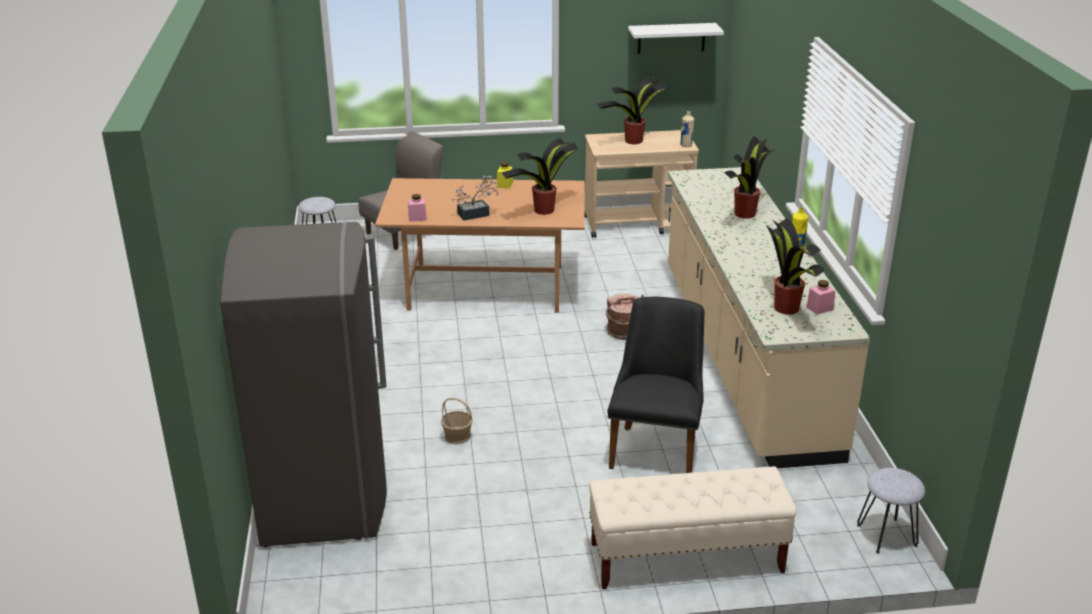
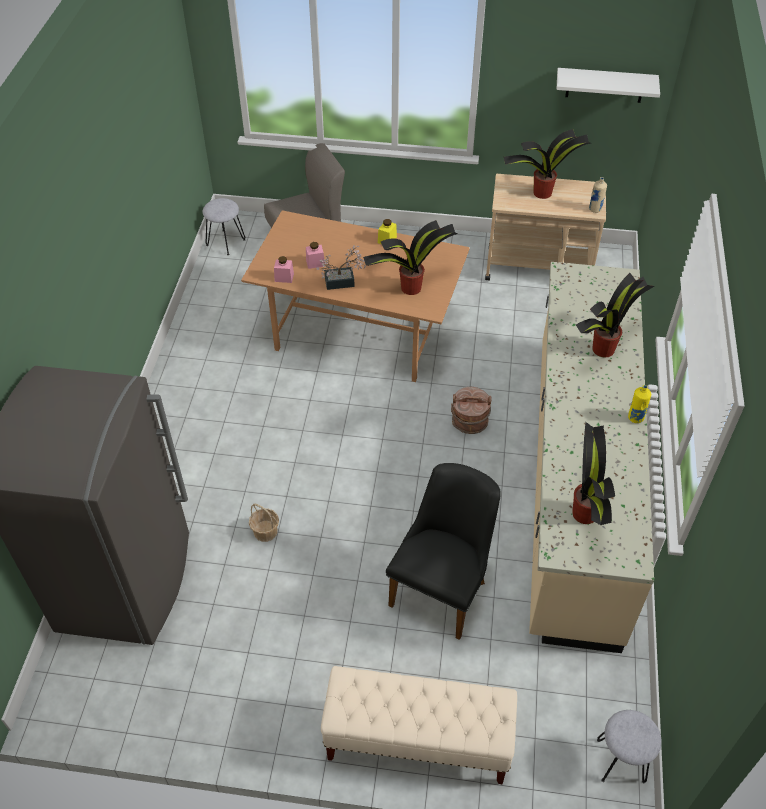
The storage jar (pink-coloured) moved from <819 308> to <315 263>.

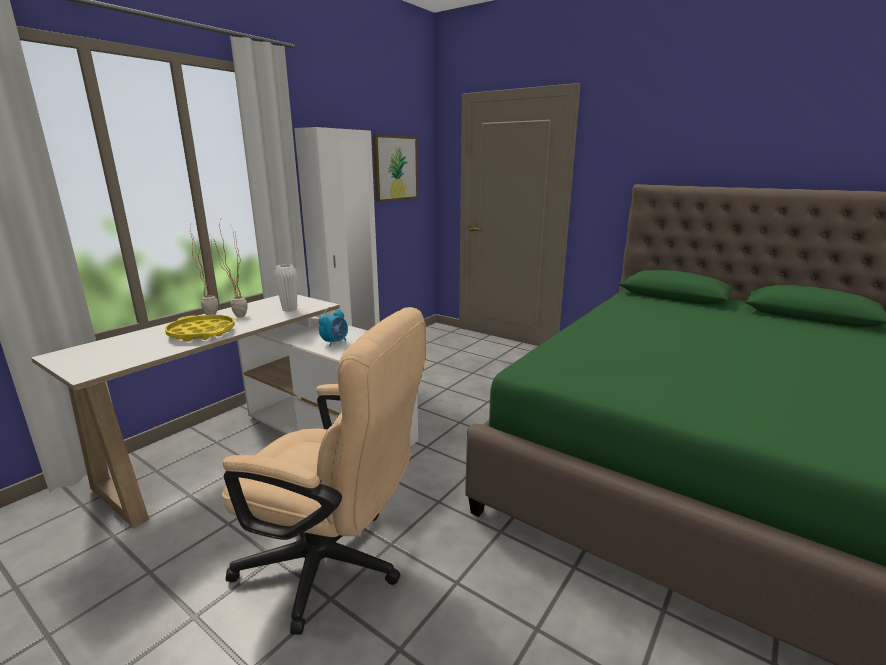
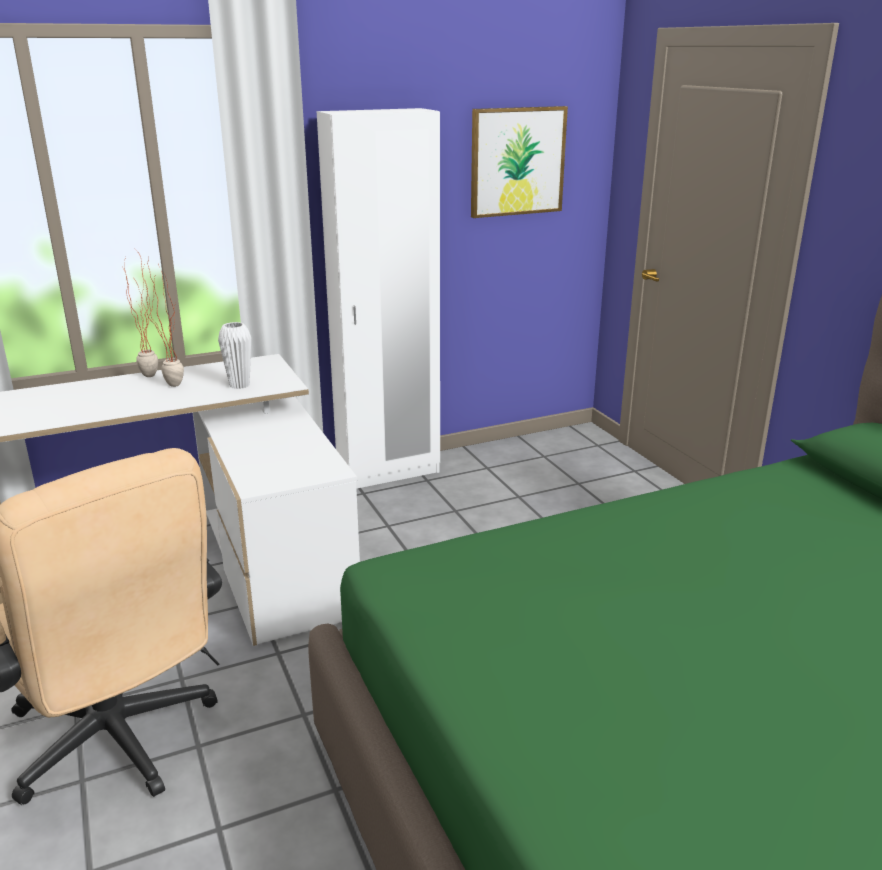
The tray (yellow) at <202 333> disappeared. The table clock at <335 342> disappeared.

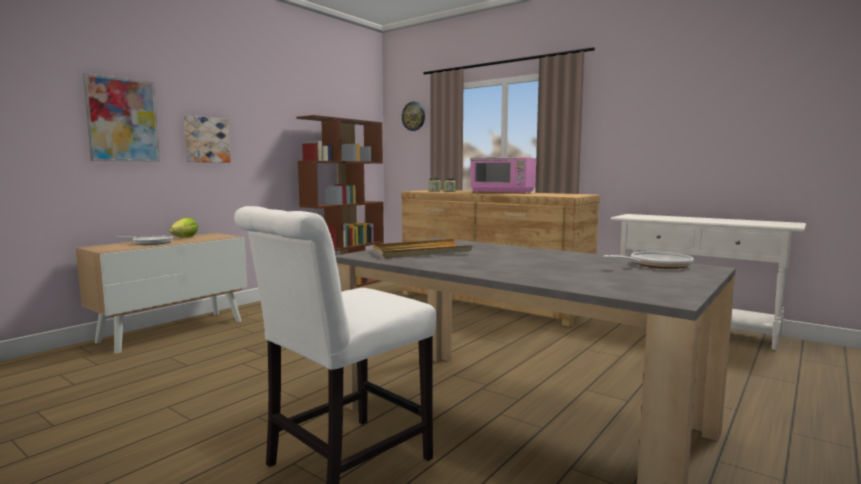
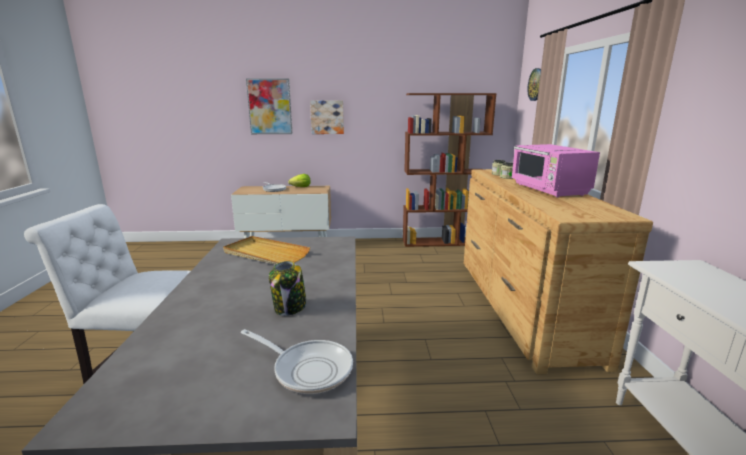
The storage jar at <290 308> appeared.

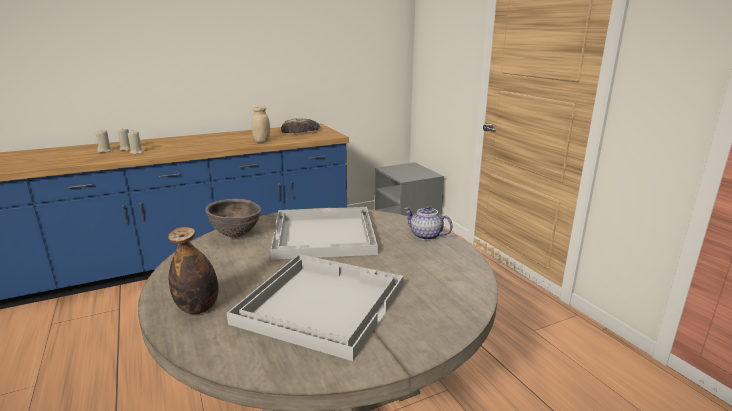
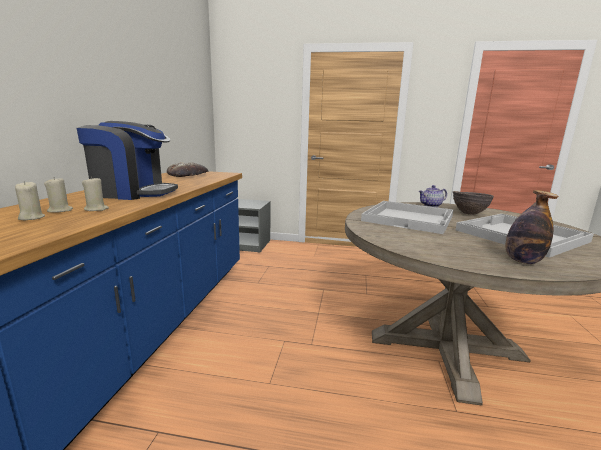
The bowl (brown-coloured) moved from <236 235> to <469 214>. The storage jar (beige) at <262 141> disappeared. The coffee brewer at <133 193> appeared.

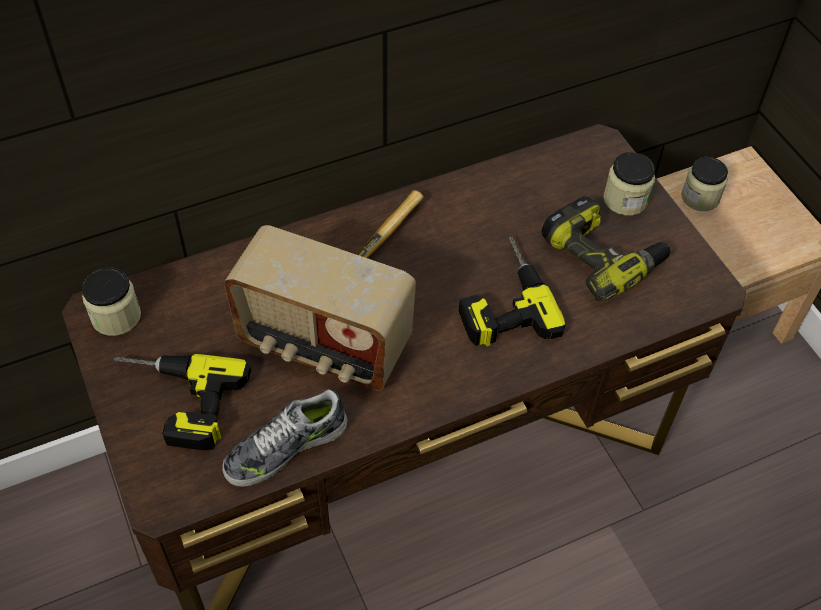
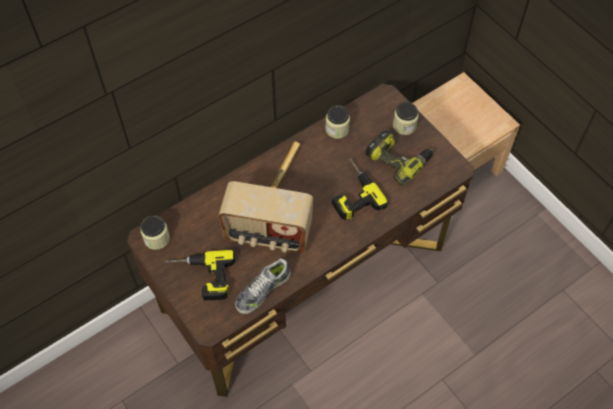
The storage jar moved from <700 197> to <337 129>.

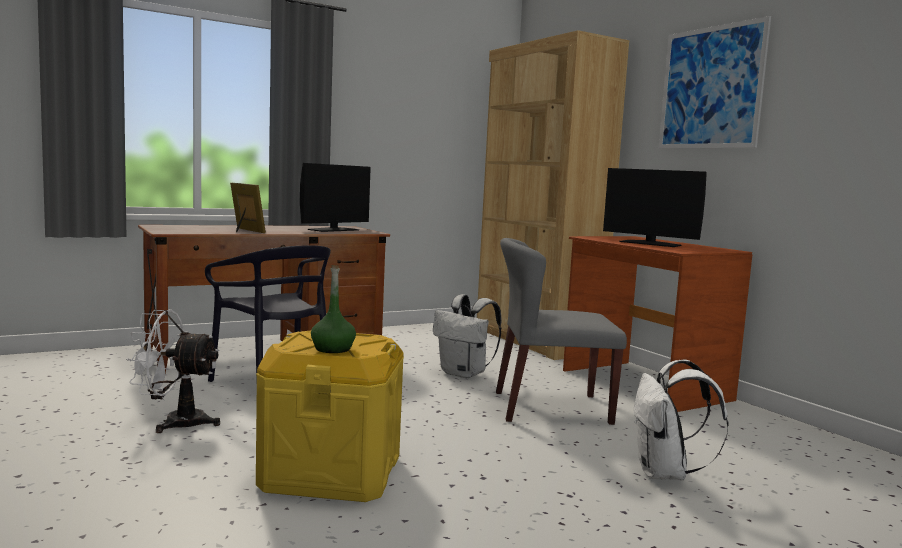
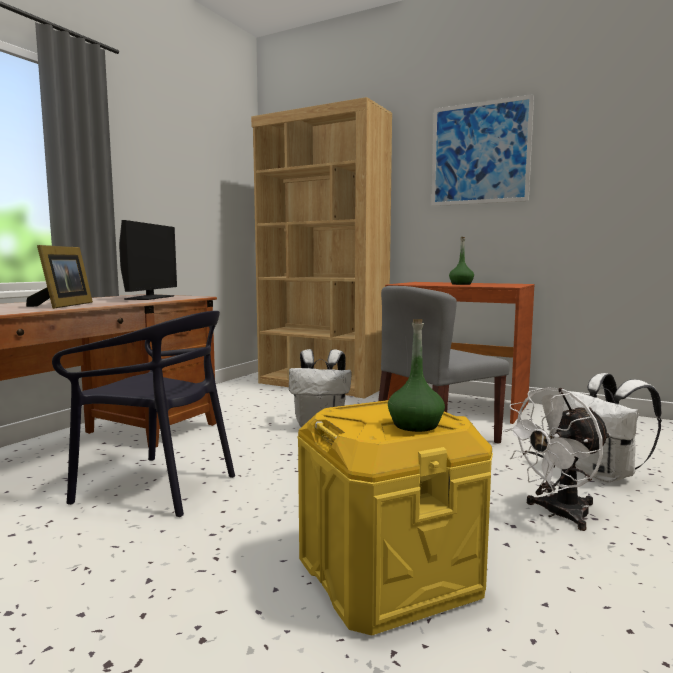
The electric fan (white-coloured) moved from <175 422> to <557 514>. The picture frame at <245 230> turned 75 degrees clockwise. The computer screen at <650 243> was replaced by the bottle (green) at <461 284>.

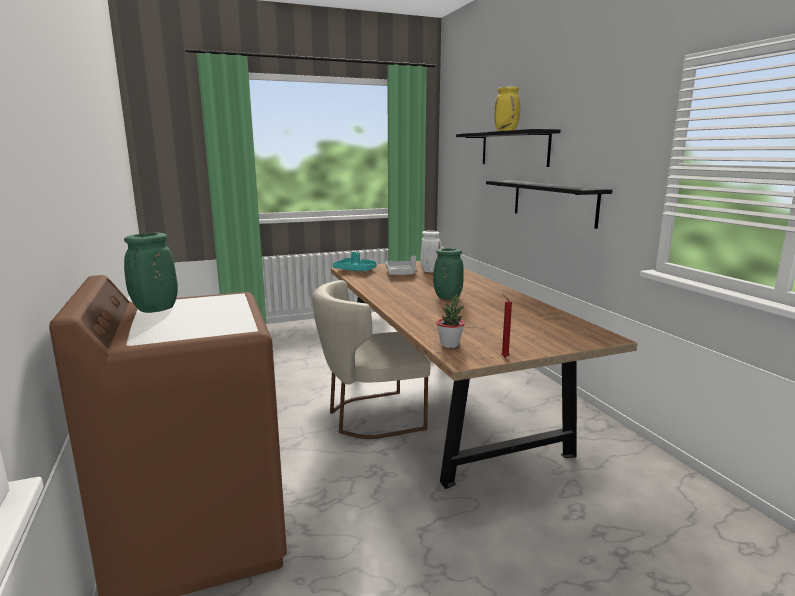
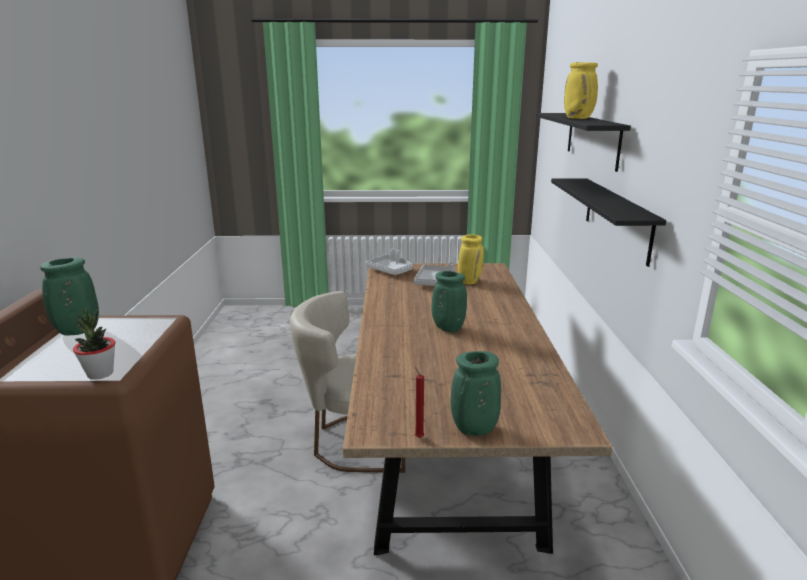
The tray (blue-green) at <355 270> became the tray (greyish) at <390 270>. The vase (white-coloured) at <429 271> became the vase (yellow) at <469 281>. The houseplant moved from <449 345> to <100 374>. The vase (green) at <473 430> appeared.

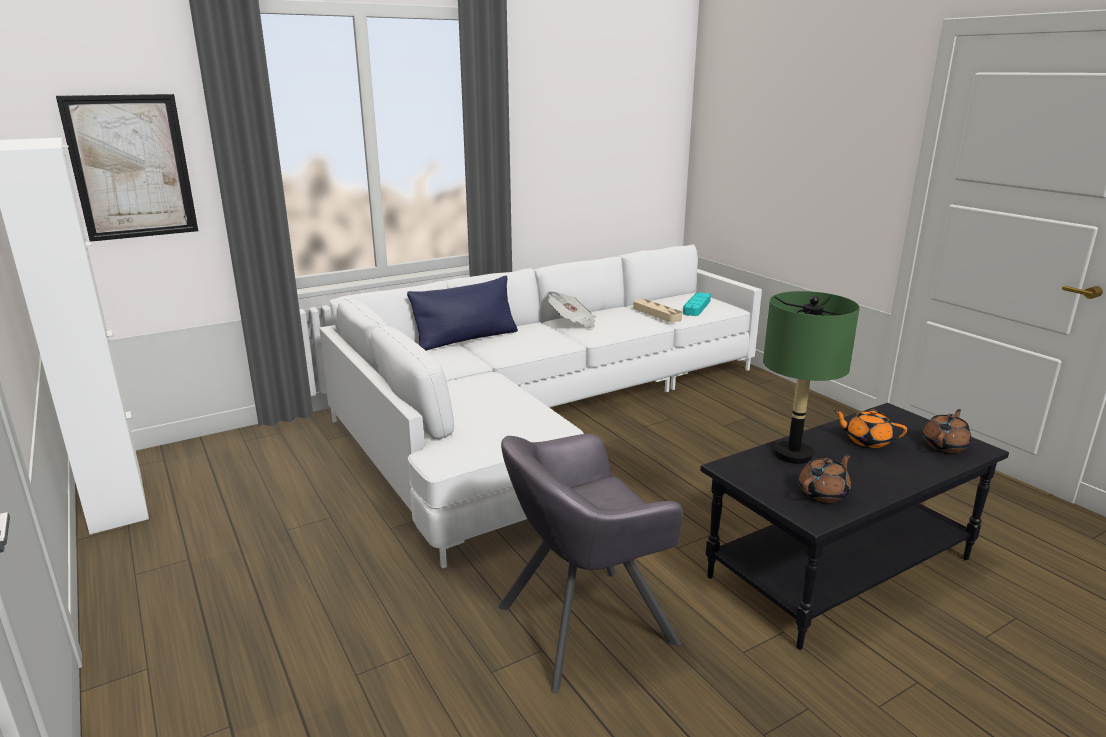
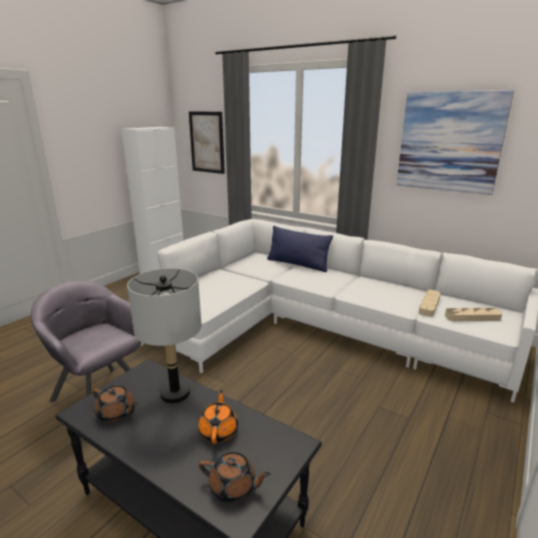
The newspaper at <572 323> disappeared. The tray (blue-green) at <696 307> became the tray (beige) at <472 317>. The table lamp (green) at <793 455> became the table lamp (greyish) at <175 393>. The wall art at <449 142> appeared.

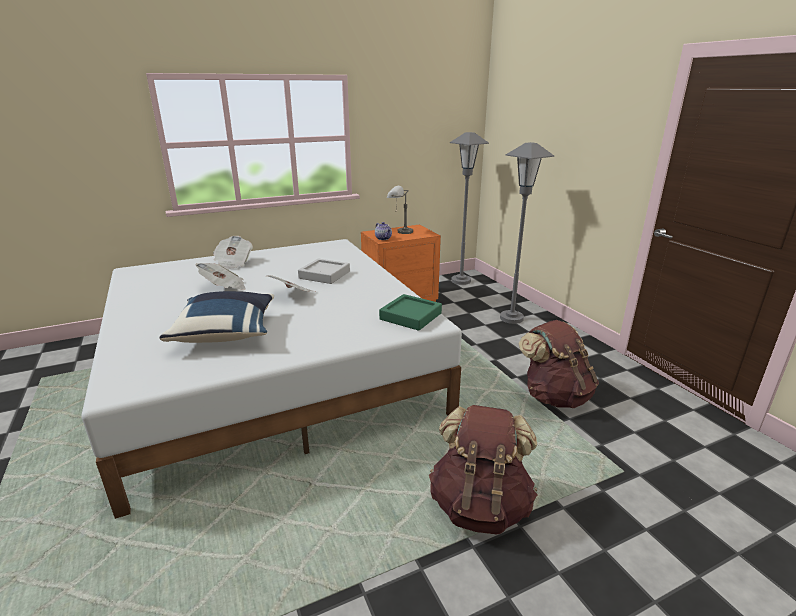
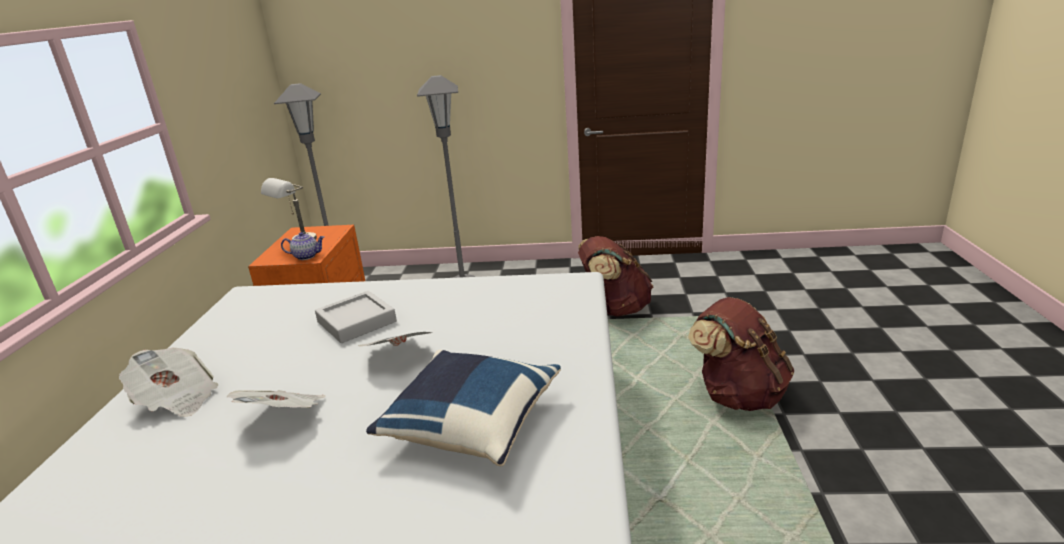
The tray (green) at <410 316> disappeared.

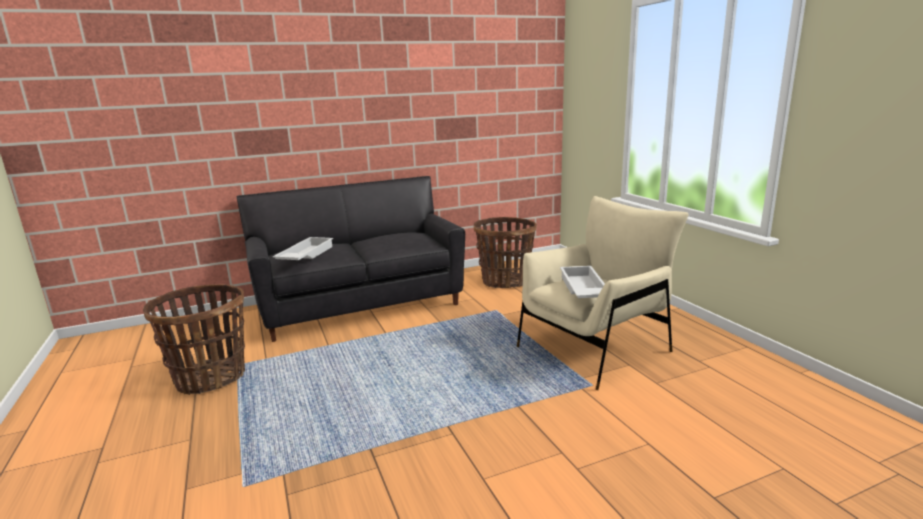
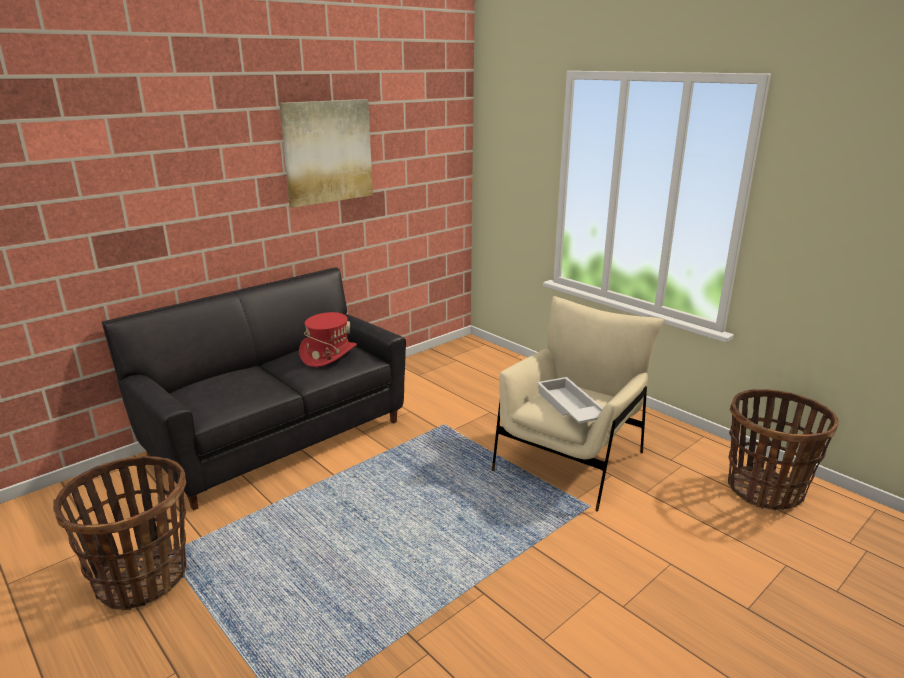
The tray (white-coloured) at <305 255> disappeared. The household basket moved from <505 281> to <765 490>. The wall art at <327 152> appeared. The clothing hat (red-coloured) at <328 354> appeared.

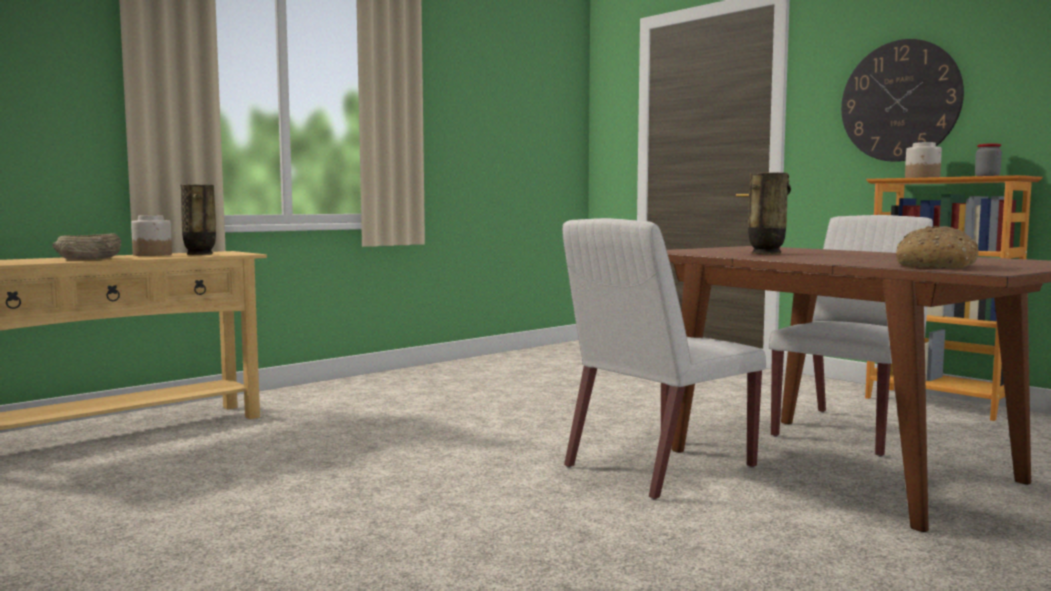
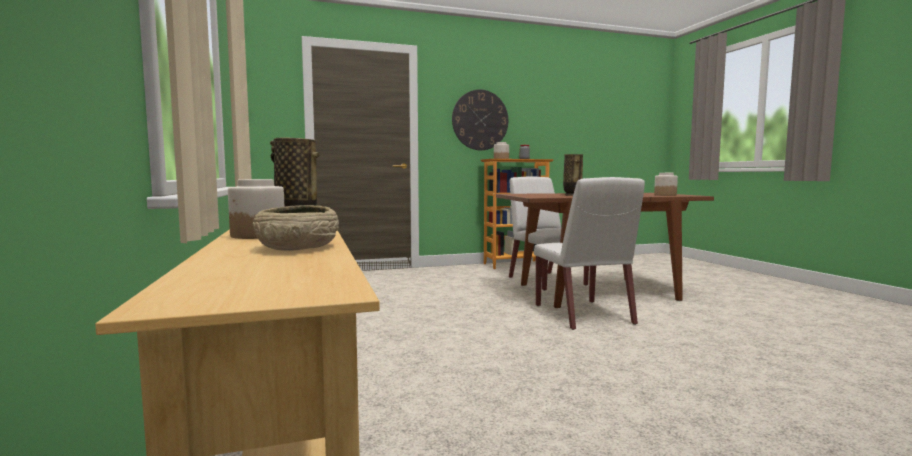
The bread at <935 266> was replaced by the storage jar at <665 195>.

